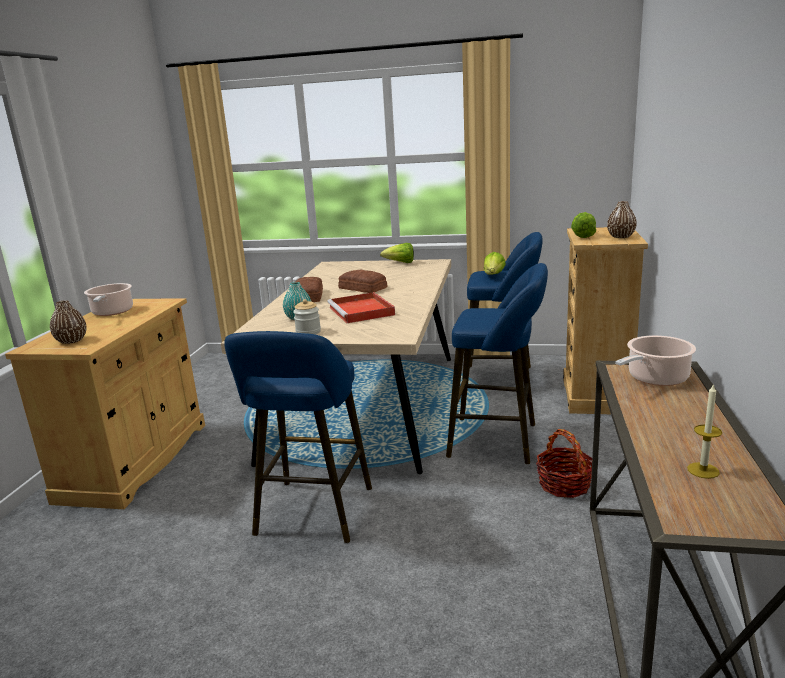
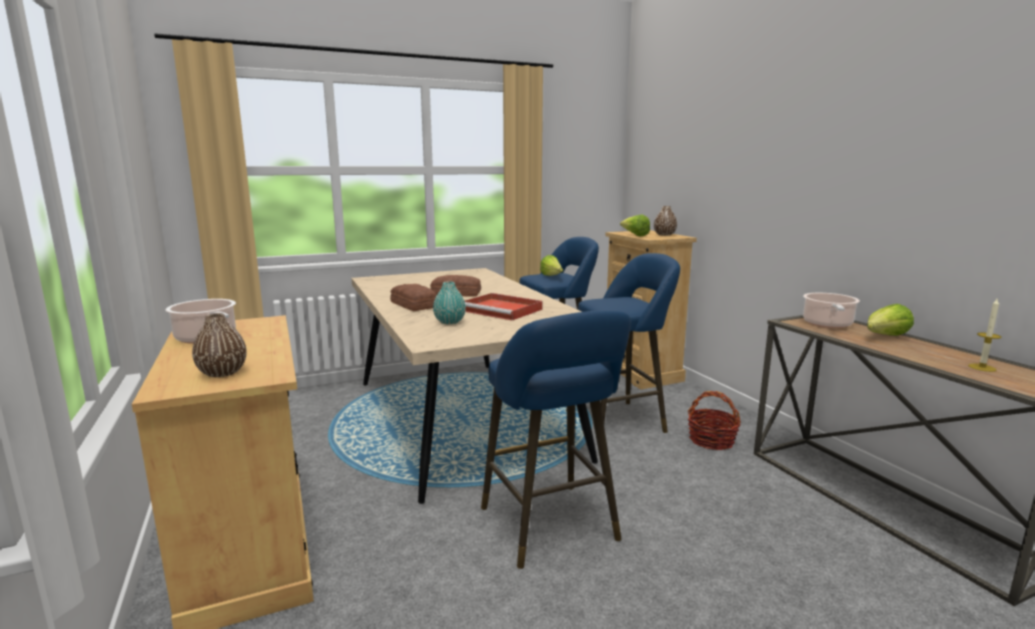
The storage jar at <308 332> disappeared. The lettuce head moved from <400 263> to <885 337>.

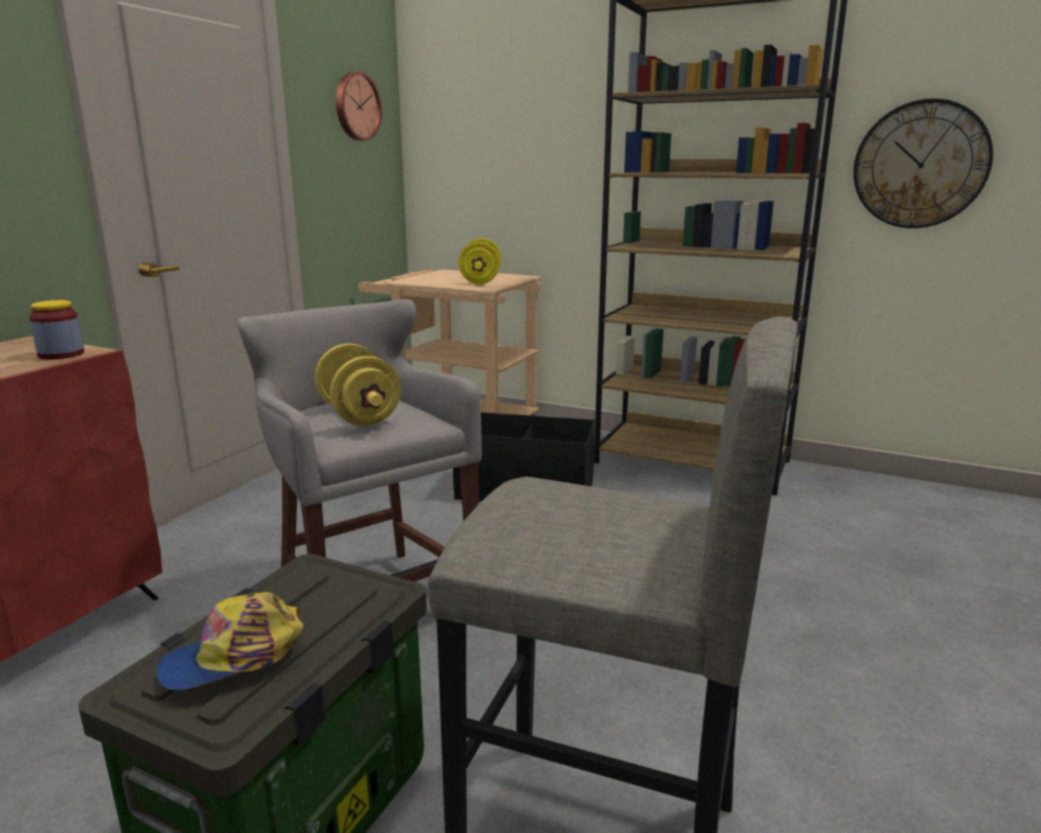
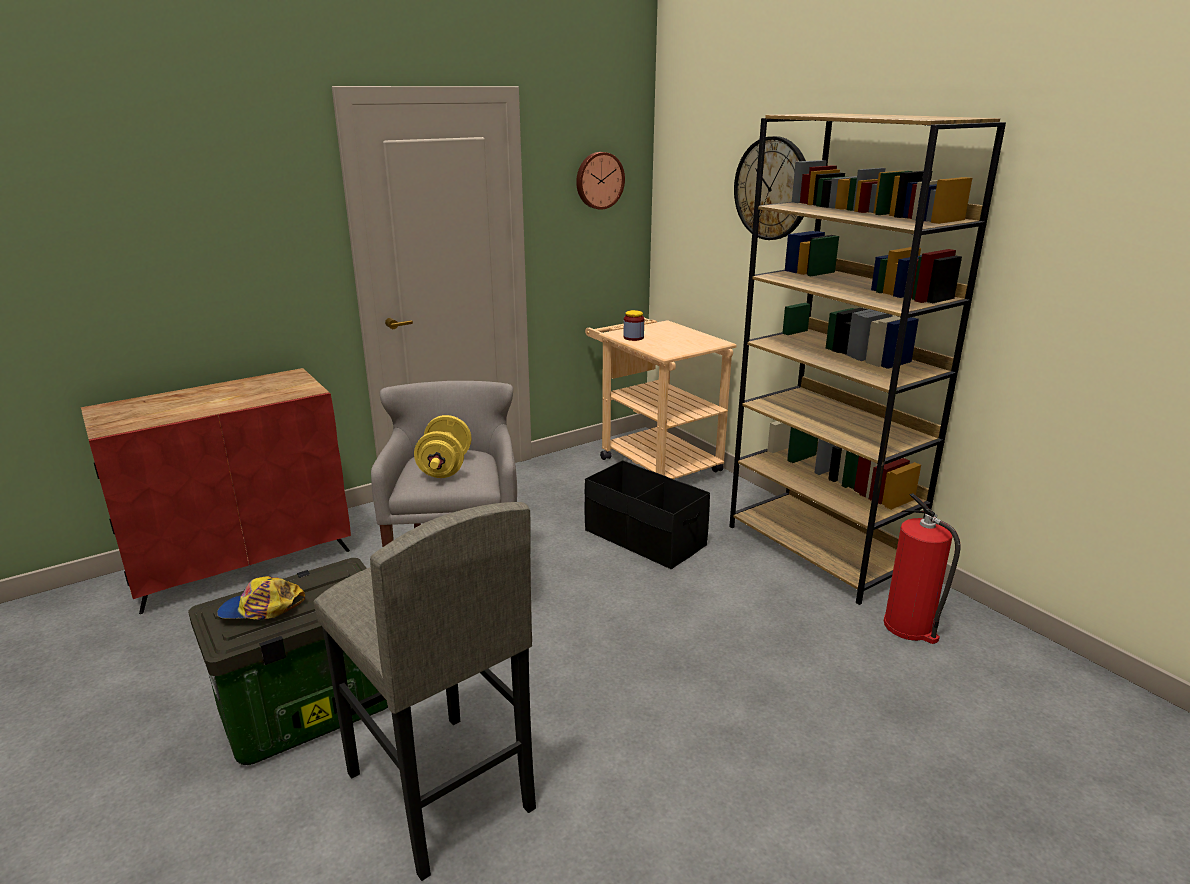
The storage jar moved from <61 354> to <633 337>. The free weight (yellow) at <480 281> disappeared. The hanging clock moved from <920 165> to <772 189>. The extinguisher at <909 627> appeared.

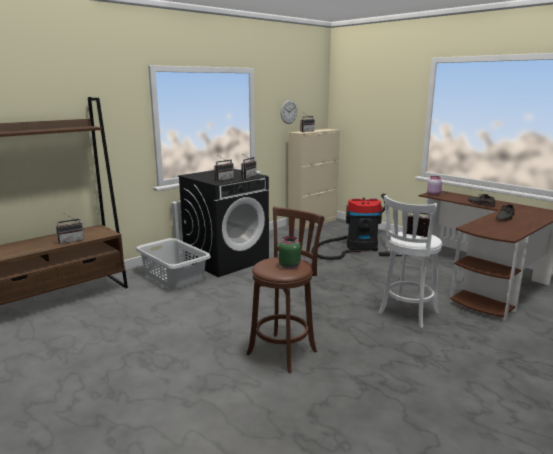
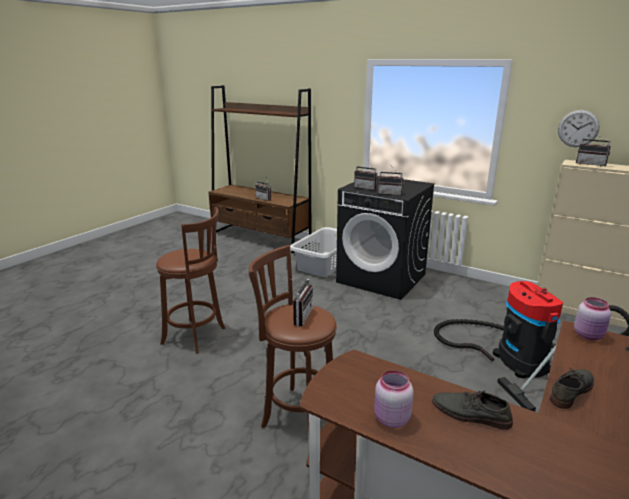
The storage jar (green) at <289 266> disappeared. The stool (white-coloured) at <407 314> became the stool (brown-coloured) at <297 413>. The storage jar (pink-coloured) at <390 419> appeared.

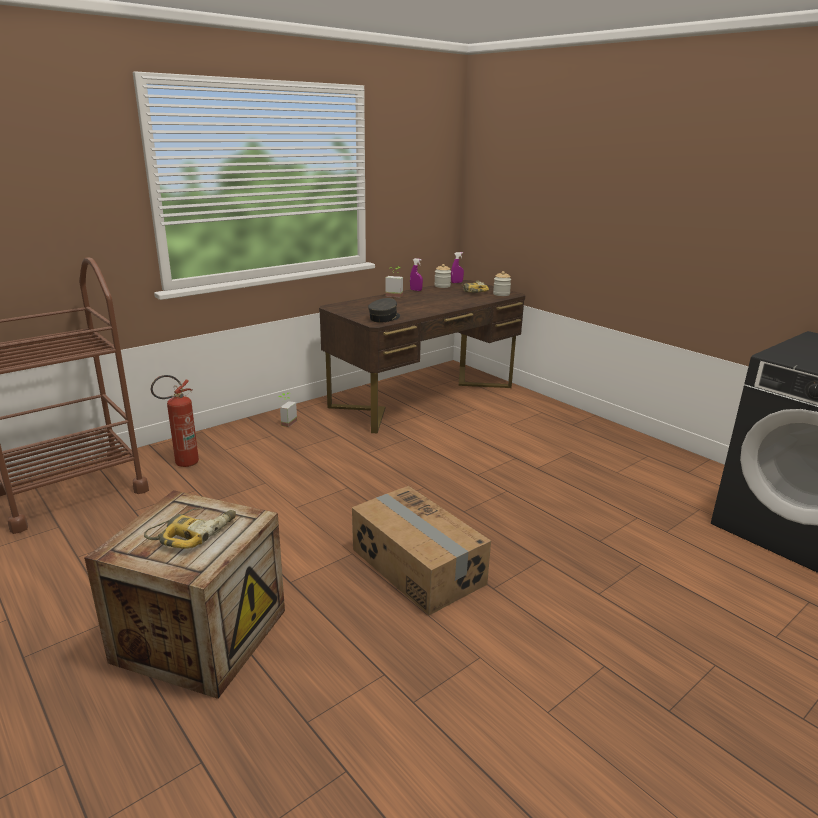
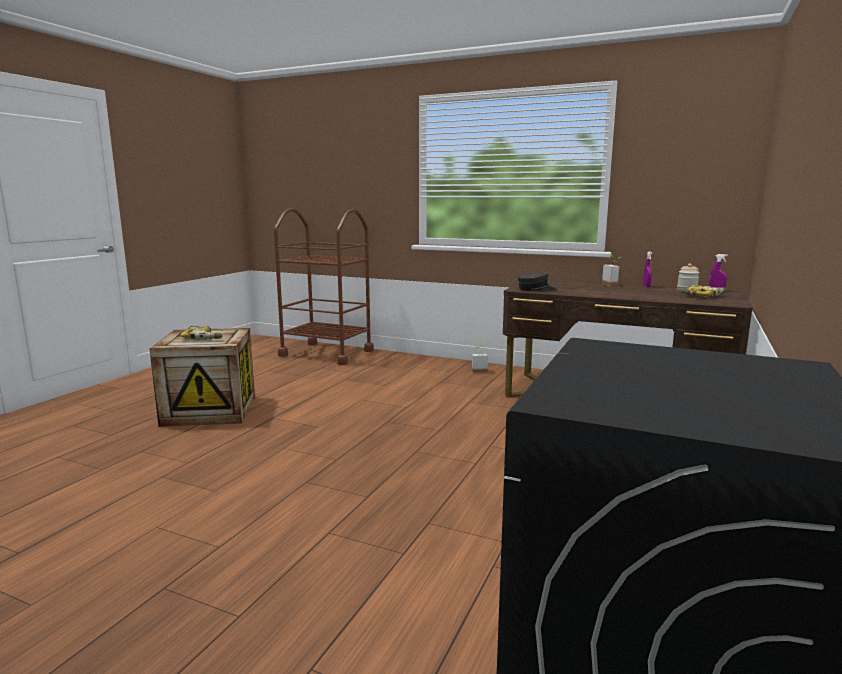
The extinguisher at <182 464> disappeared. The carton at <417 567> disappeared. The storage jar at <501 294> disappeared.

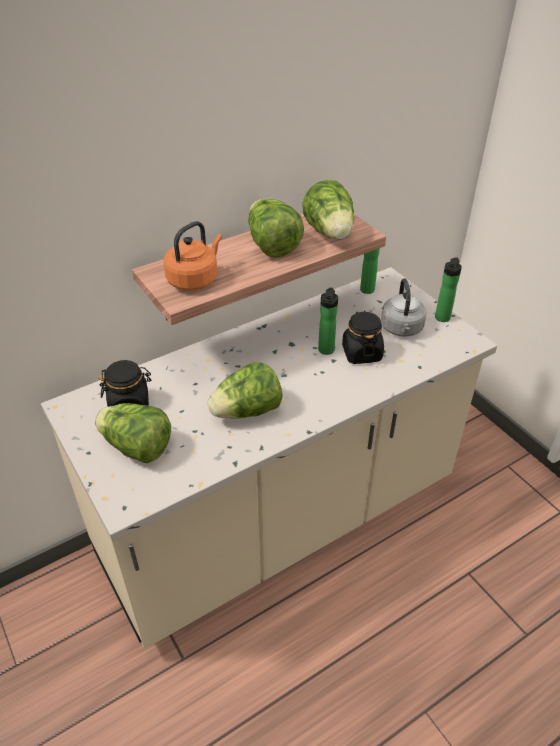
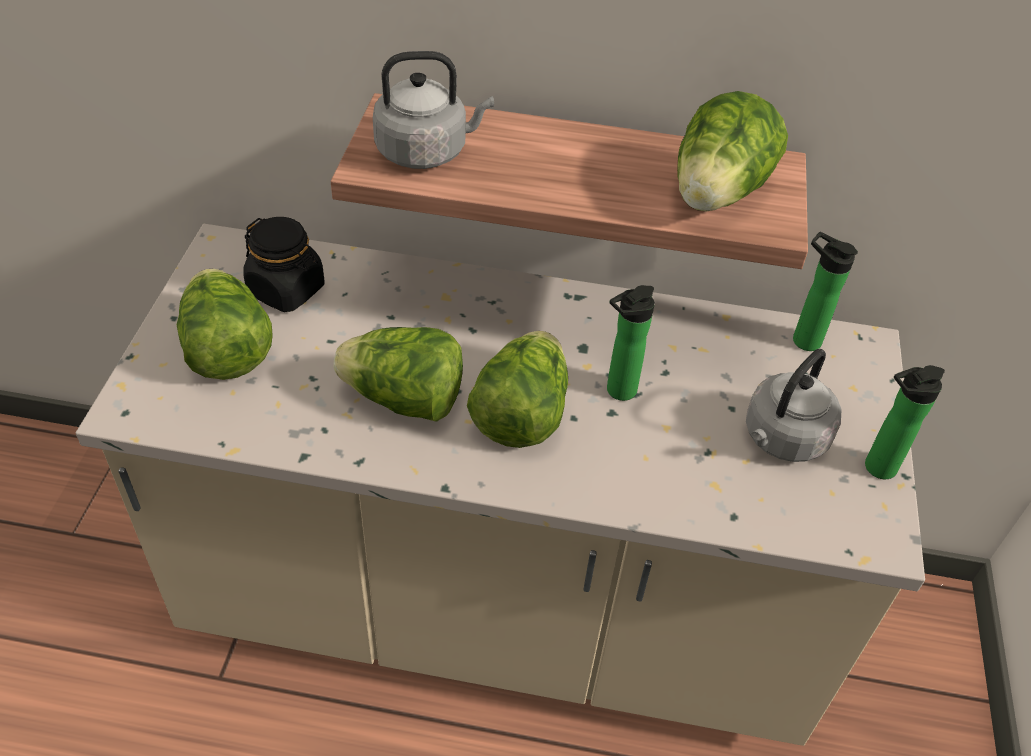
The tea kettle (orangey) at <194 279> became the tea kettle (greyish) at <426 151>. The lettuce head moved from <272 246> to <521 414>. The storage jar (black-coloured) at <361 353> disappeared.

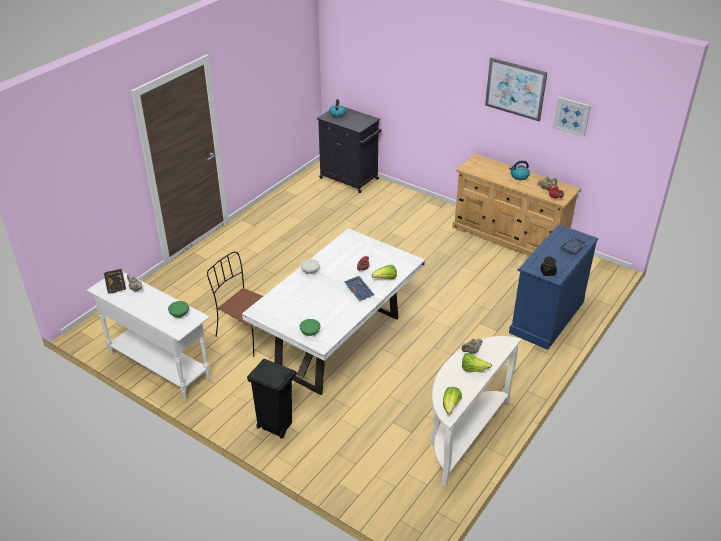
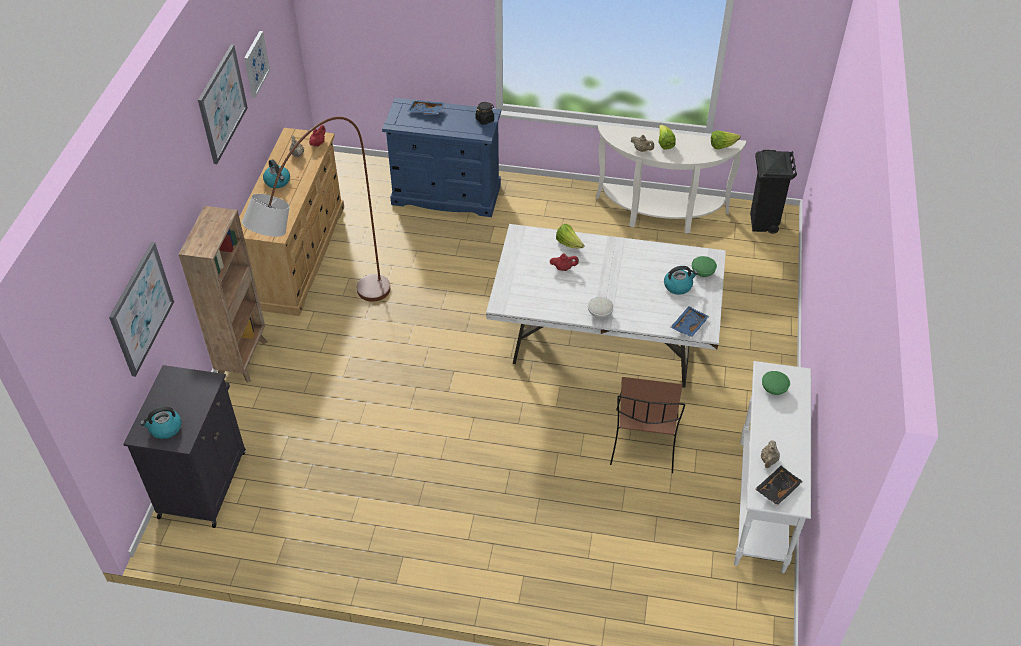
The trash can (black-coloured) moved from <275 426> to <763 224>. The tray (blue-coloured) moved from <359 291> to <688 325>. The wall art at <141 308> appeared. The bookcase (brown-coloured) at <243 358> appeared. The standing lamp (brown-coloured) at <332 328> appeared. The tea kettle at <678 286> appeared.

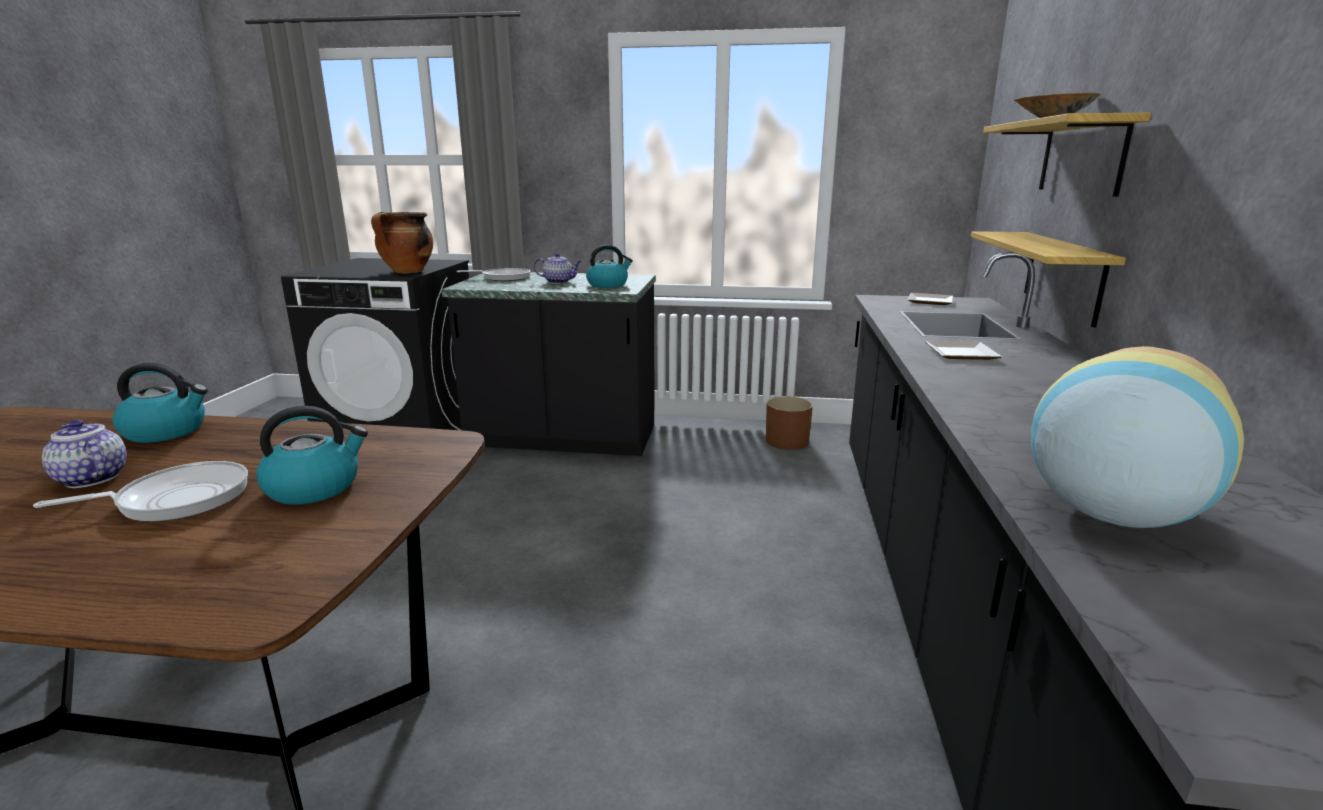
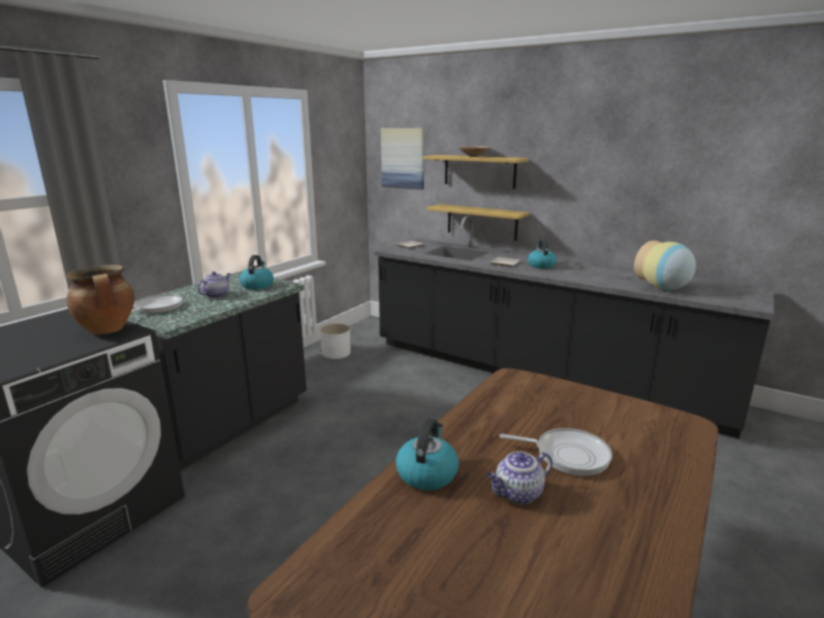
The pan at <176 499> turned 105 degrees clockwise. The tea kettle moved from <315 487> to <541 265>. The flower pot (brown-coloured) at <787 441> became the flower pot (white-coloured) at <336 353>. The wall art at <403 158> appeared.

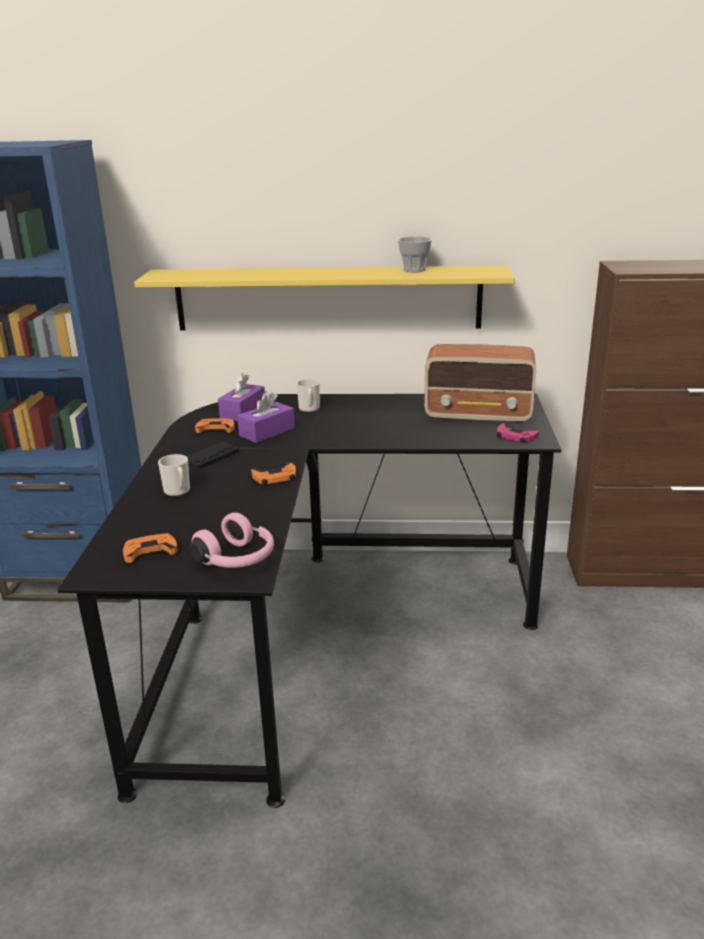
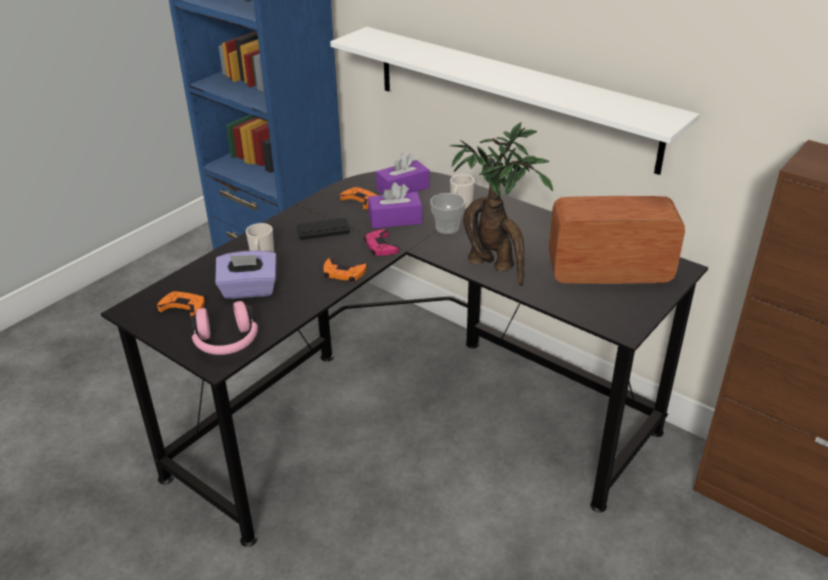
The shelf (yellow) at <327 298> became the shelf (white-coloured) at <511 97>. The small cup moved from <414 270> to <447 228>. The radio set at <479 415> turned 135 degrees clockwise. The joypad (pink-coloured) moved from <515 437> to <380 246>. The tissue holder (purple) at <249 290> appeared. The houseplant at <495 267> appeared.

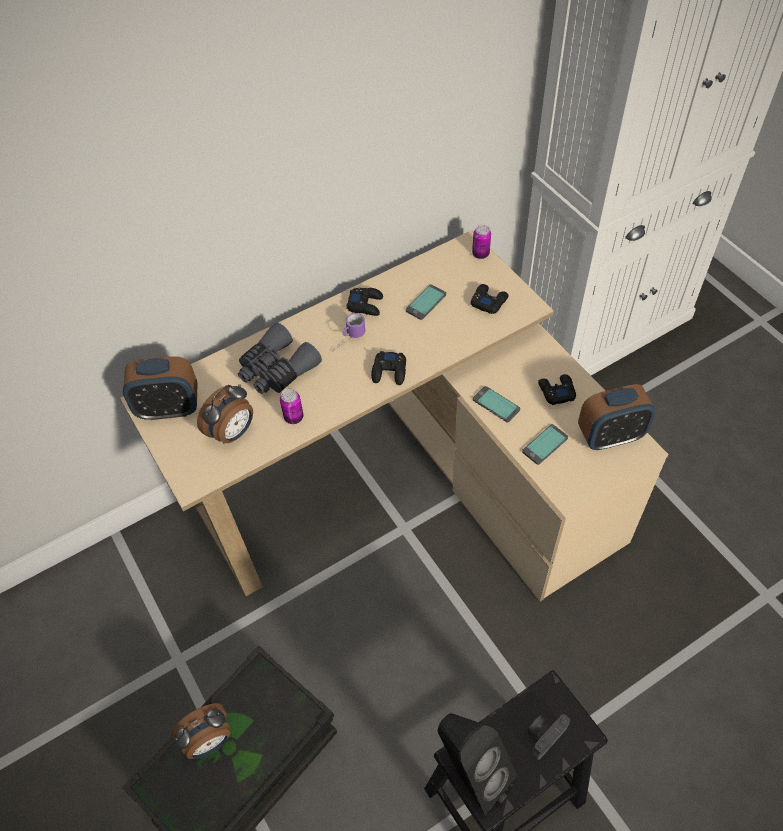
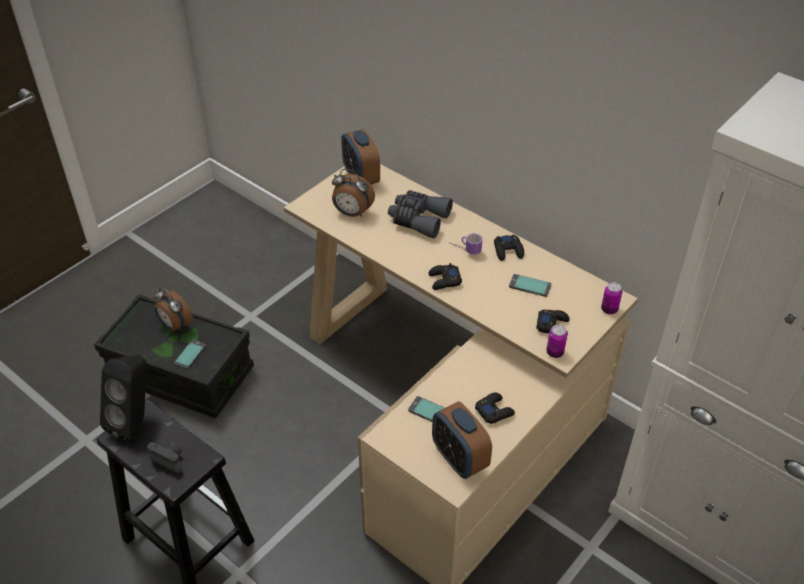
The can moved from <294 417> to <554 352>. The telephone moved from <496 405> to <190 355>.

